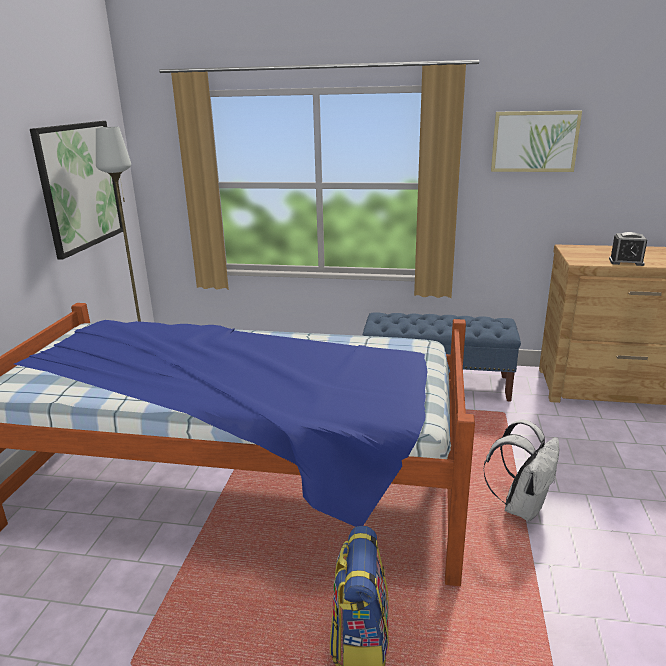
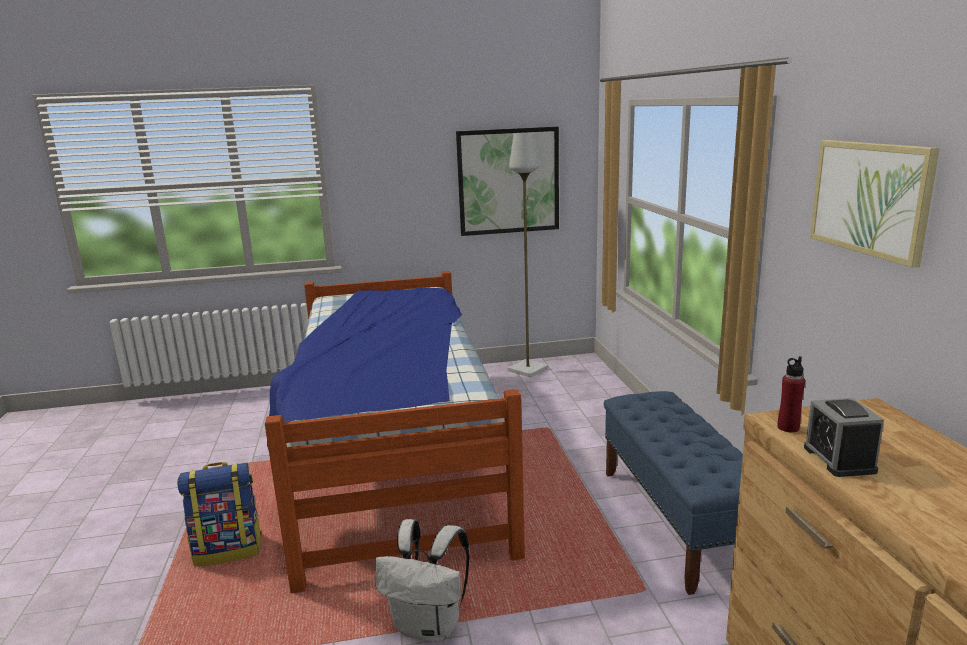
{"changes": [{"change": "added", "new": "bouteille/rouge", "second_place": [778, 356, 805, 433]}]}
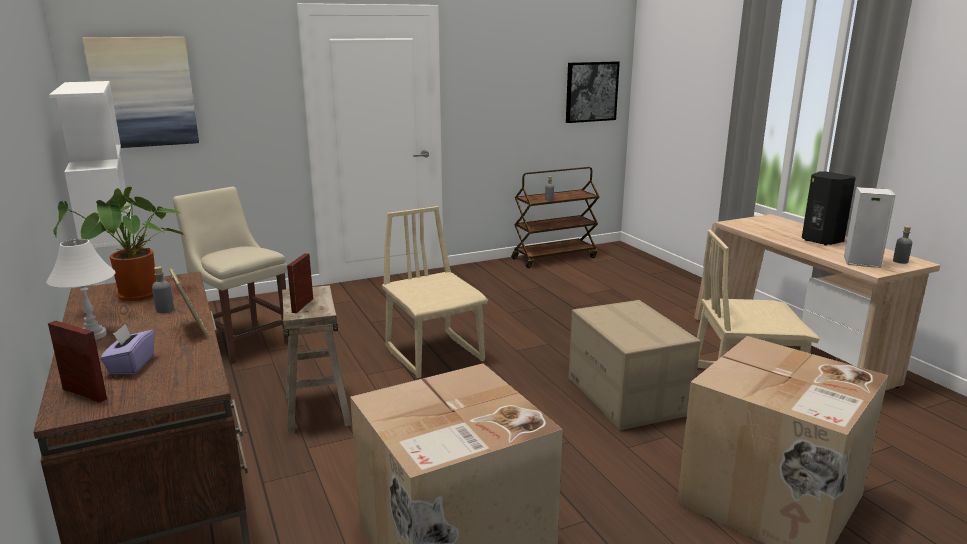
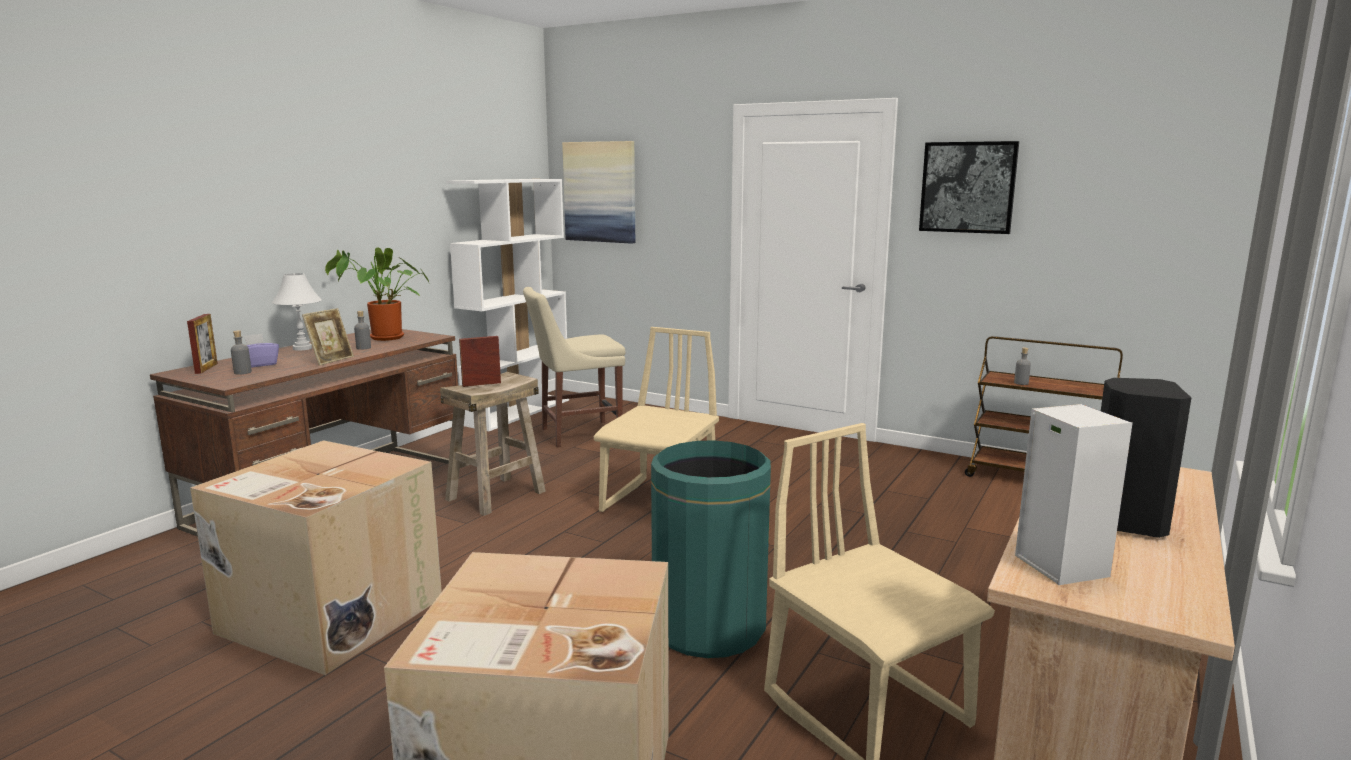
{"changes": [{"change": "turned", "old": "chaise/beige", "first_place": [173, 187, 288, 364], "second_place": [523, 287, 625, 447], "degrees": -120}, {"change": "moved", "old": "tableau", "first_place": [566, 61, 620, 123], "second_place": [919, 141, 1019, 234]}, {"change": "replaced", "old": "carton", "new": "poubelle/vert", "first_place": [569, 300, 701, 430], "second_place": [651, 440, 771, 658]}, {"change": "moved", "old": "bouteille/gris", "first_place": [893, 226, 912, 264], "second_place": [231, 330, 252, 375]}]}
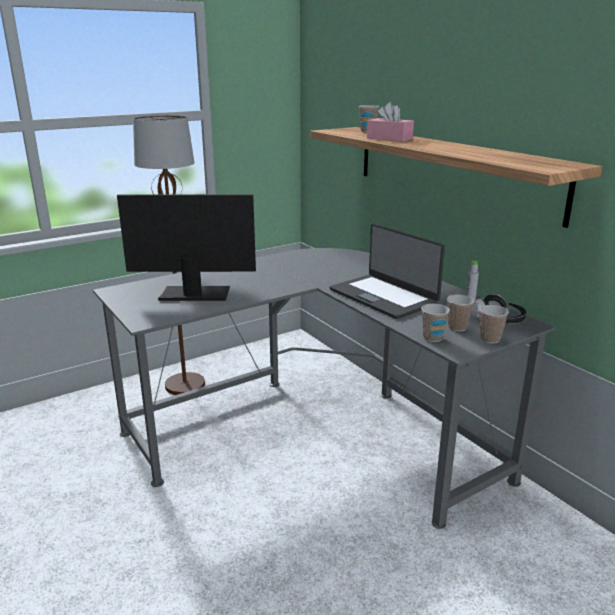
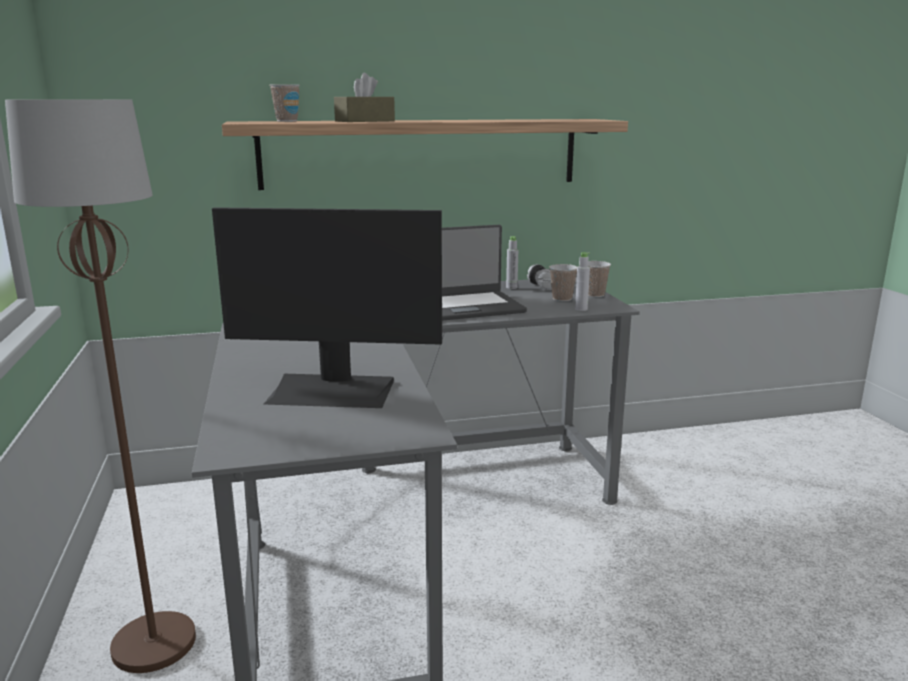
{"changes": [{"change": "turned", "old": "écran d'ordinateur", "first_place": [117, 194, 256, 301], "second_place": [212, 207, 442, 408], "degrees": -105}, {"change": "recoloured", "old": "boîte à mouchoirs/rose", "new": "boîte à mouchoirs/marron", "first_place": [367, 102, 414, 142], "second_place": [334, 73, 395, 122]}, {"change": "replaced", "old": "tasse", "new": "bouteille/gris", "first_place": [421, 304, 450, 342], "second_place": [575, 252, 590, 311]}]}
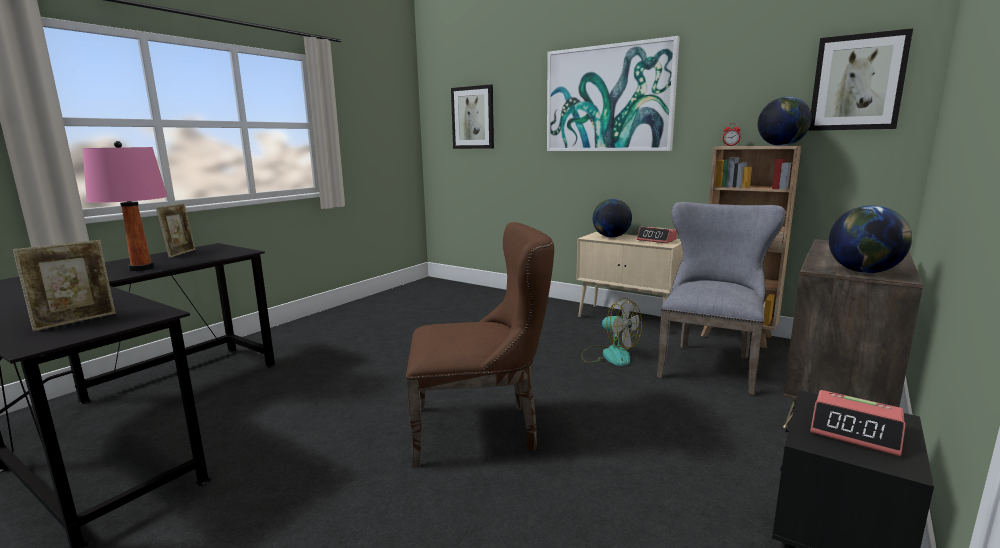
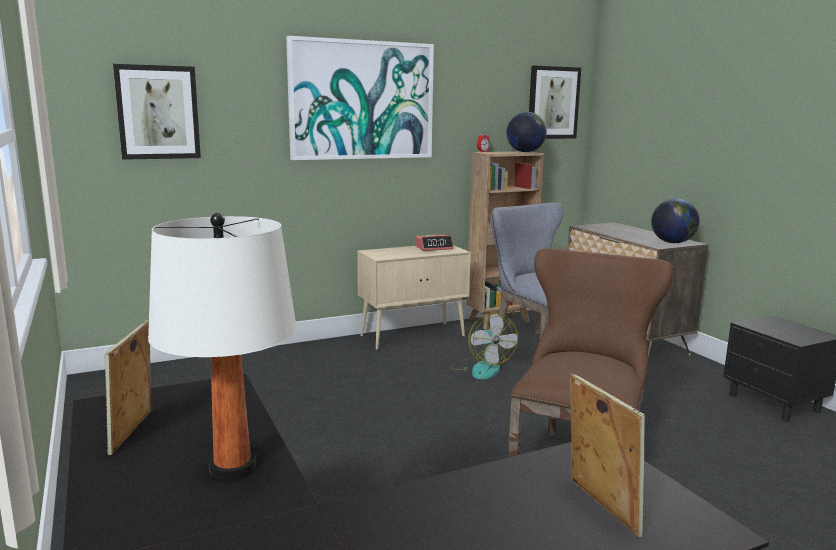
{"changes": [{"change": "recoloured", "old": "lampe de table/rose", "new": "lampe de table/blanc", "first_place": [82, 141, 167, 271], "second_place": [148, 213, 296, 481]}, {"change": "turned", "old": "cadre photo", "first_place": [156, 203, 195, 258], "second_place": [104, 320, 151, 455], "degrees": -120}, {"change": "turned", "old": "ventilateur", "first_place": [581, 298, 642, 366], "second_place": [451, 313, 518, 379], "degrees": 90}, {"change": "removed", "old": "globe", "first_place": [593, 199, 632, 238]}, {"change": "removed", "old": "réveil", "first_place": [810, 390, 906, 456]}]}
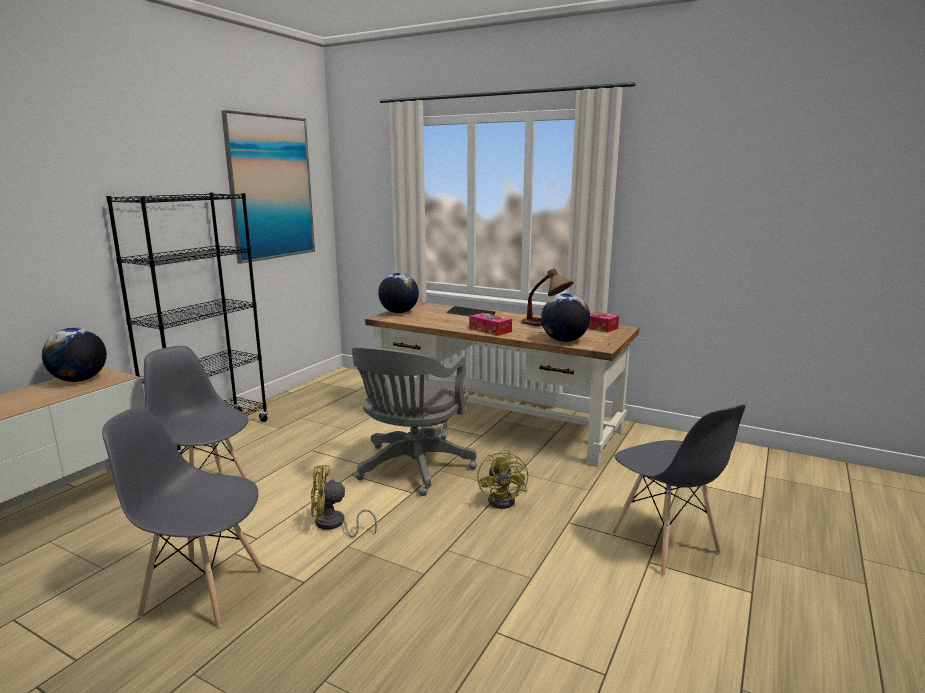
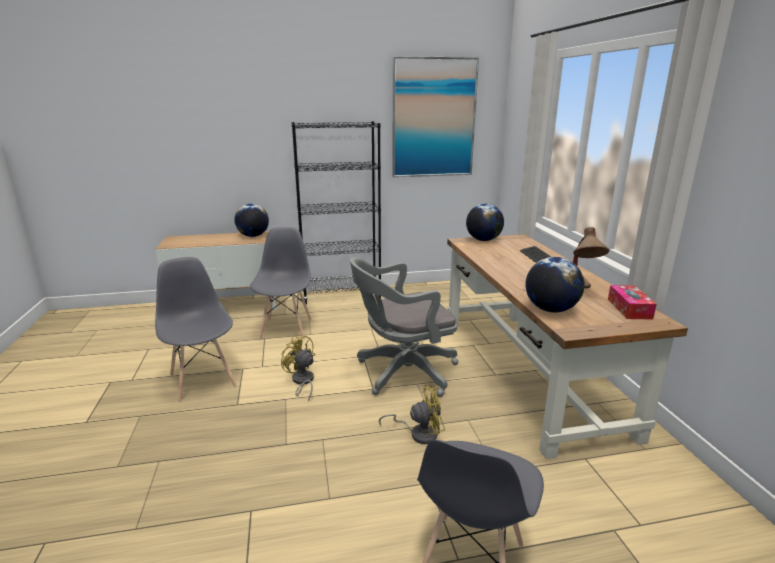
{"changes": [{"change": "removed", "old": "boîte à mouchoirs", "first_place": [469, 313, 512, 336]}, {"change": "turned", "old": "ventilateur/jaune", "first_place": [477, 449, 528, 509], "second_place": [379, 385, 445, 444], "degrees": -150}]}
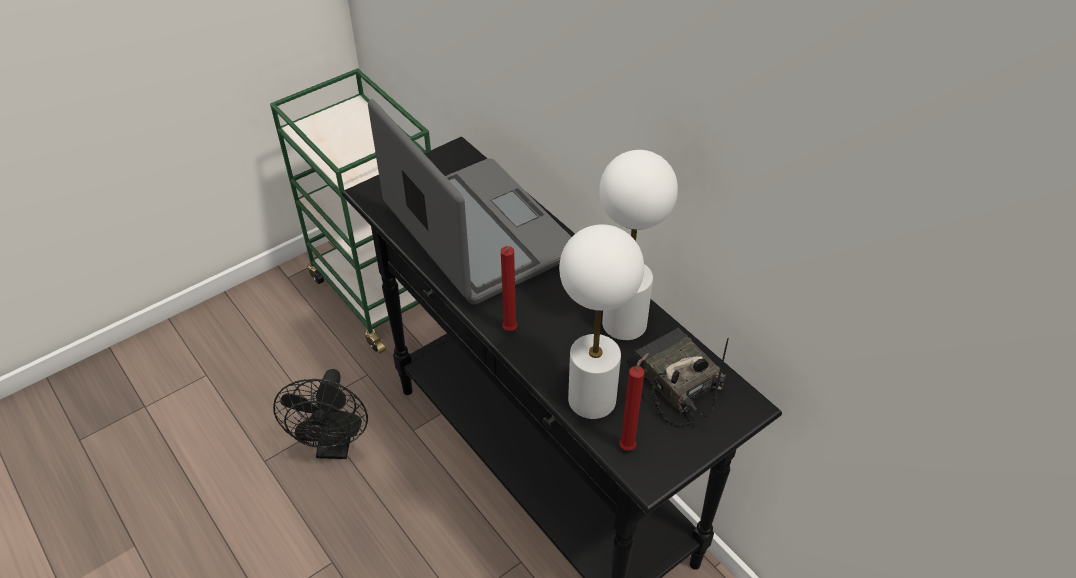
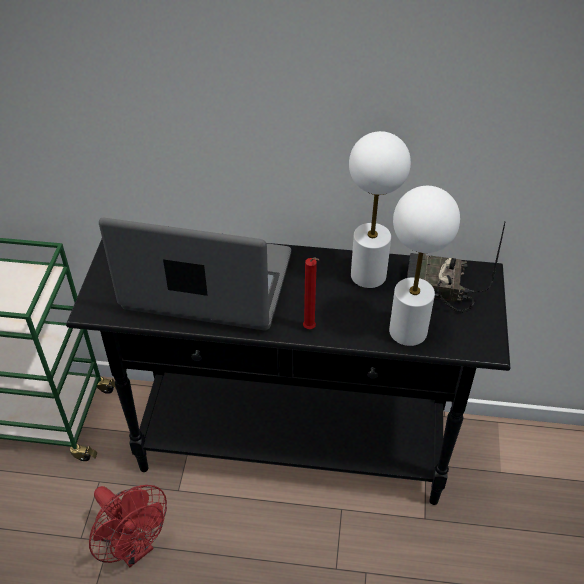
{"changes": [{"change": "recoloured", "old": "ventilateur/noir", "new": "ventilateur/rouge", "first_place": [273, 369, 368, 459], "second_place": [89, 485, 167, 567]}, {"change": "removed", "old": "bougie/rouge", "first_place": [619, 353, 649, 451]}]}
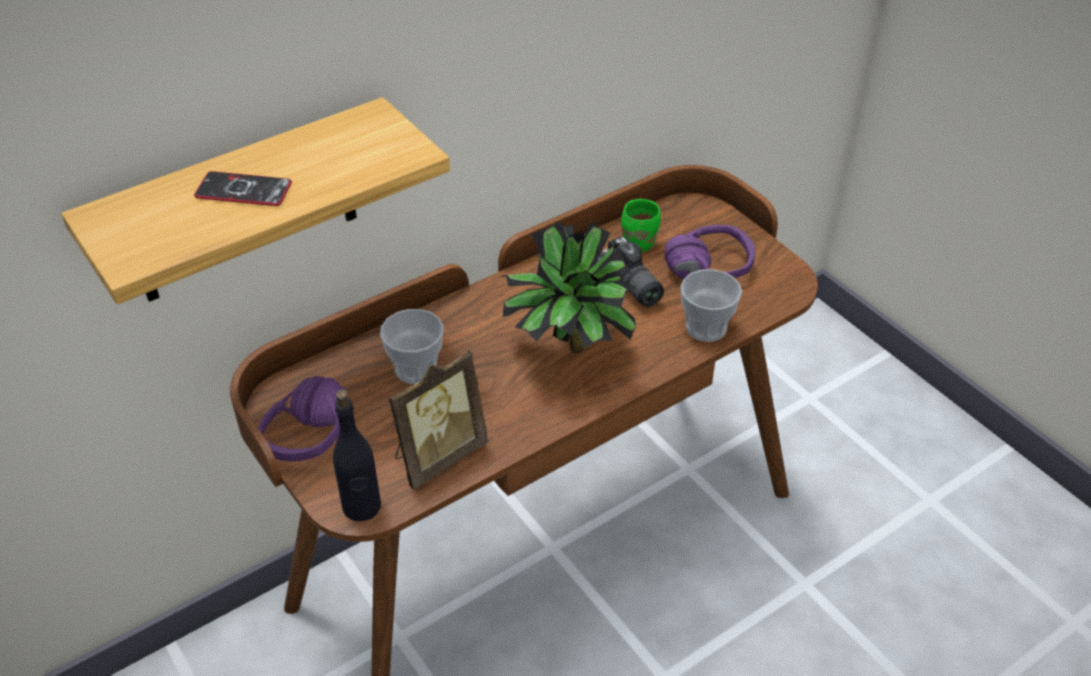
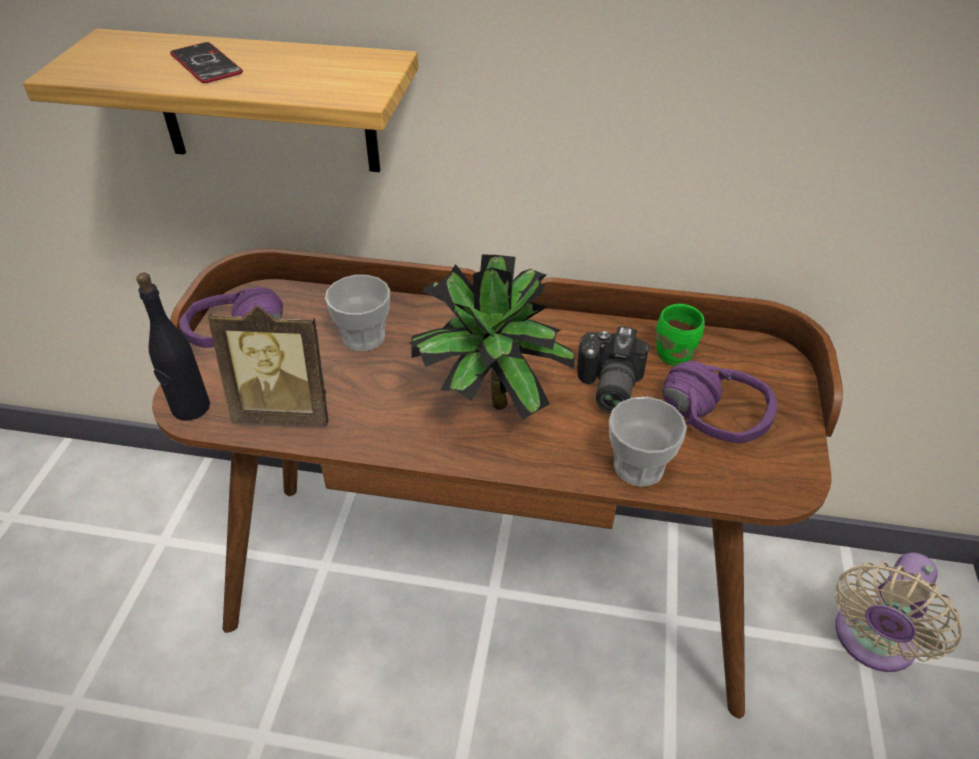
{"changes": [{"change": "added", "new": "ventilateur/beige", "second_place": [835, 553, 962, 672]}]}
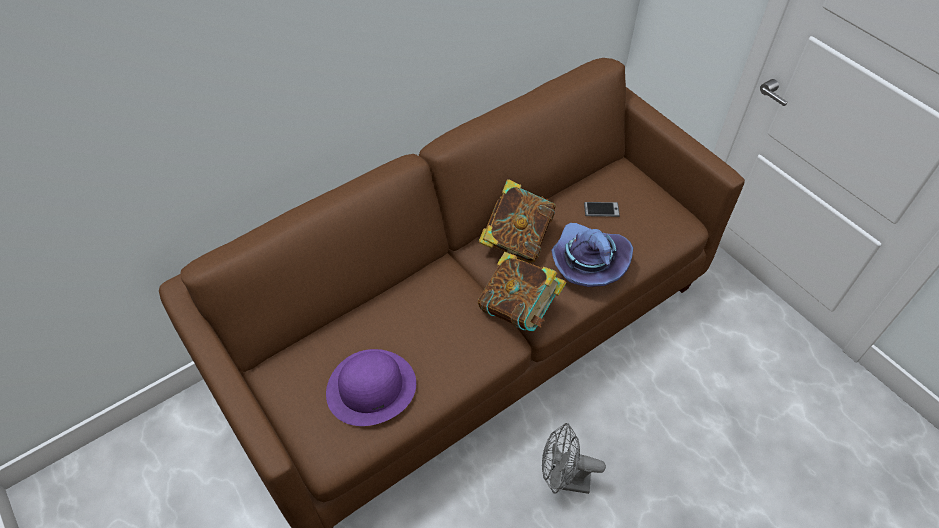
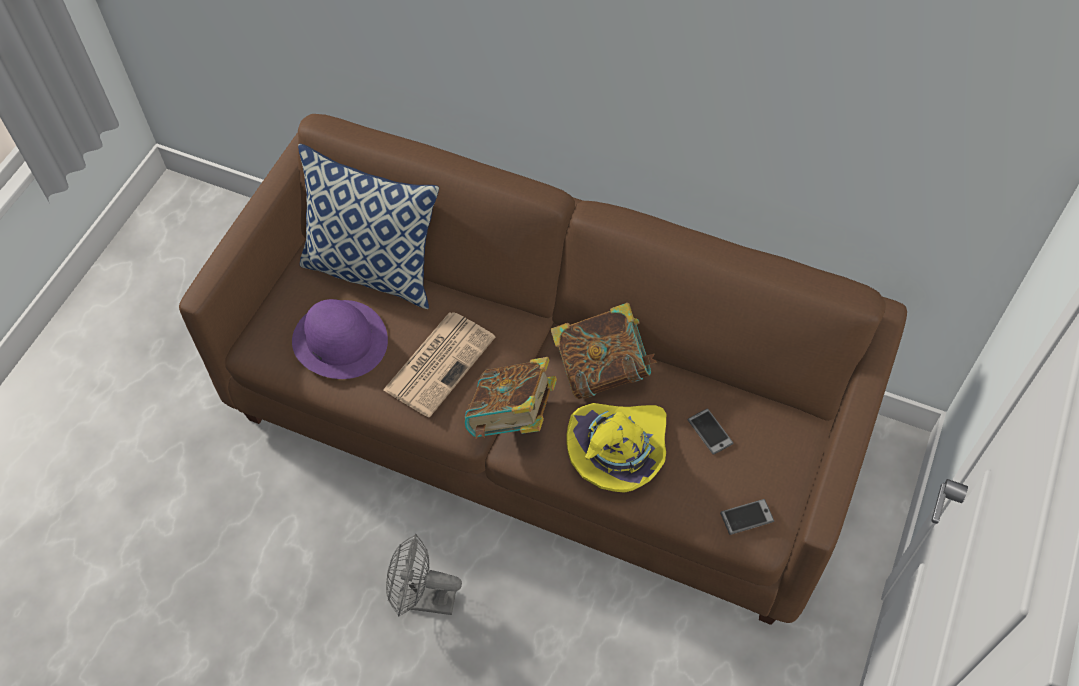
{"changes": [{"change": "turned", "old": "ventilateur/gris", "first_place": [542, 423, 606, 494], "second_place": [386, 534, 462, 616], "degrees": -60}, {"change": "recoloured", "old": "chapeau/violet", "new": "chapeau/jaune", "first_place": [551, 223, 633, 287], "second_place": [566, 403, 666, 493]}, {"change": "added", "new": "coussin", "second_place": [298, 143, 439, 309]}, {"change": "added", "new": "journal", "second_place": [383, 312, 495, 418]}, {"change": "added", "new": "téléphone", "second_place": [720, 499, 774, 535]}]}
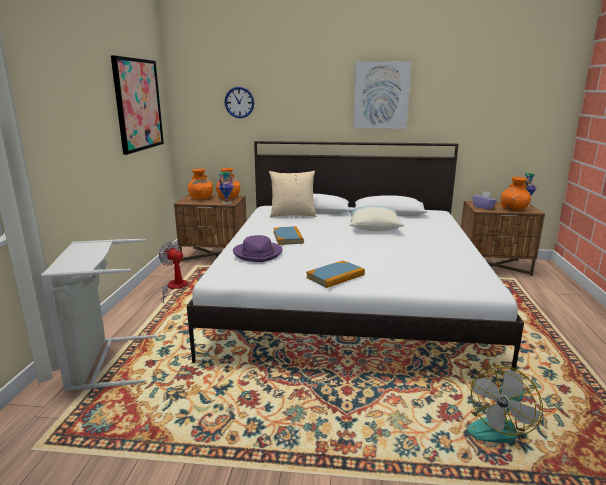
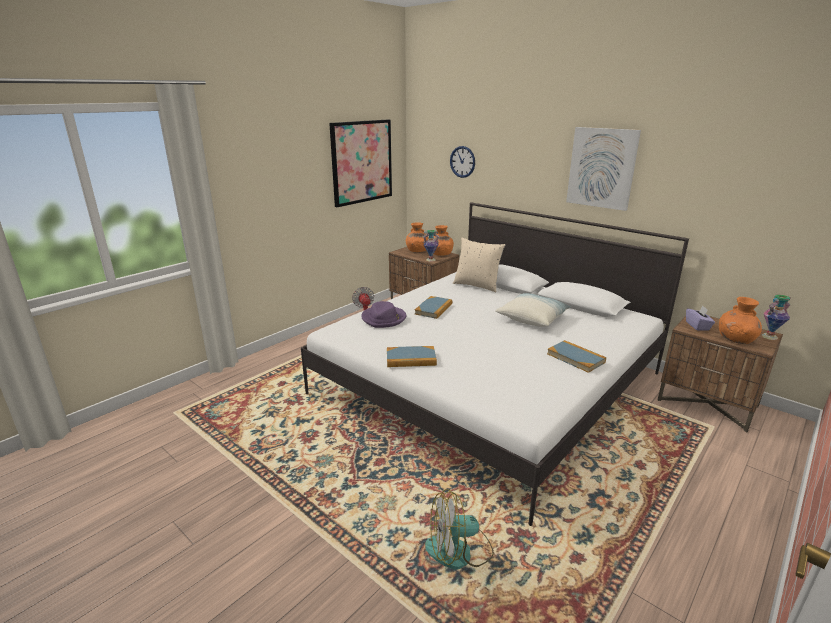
{"changes": [{"change": "removed", "old": "panier à linge/gris", "first_place": [41, 239, 157, 391]}, {"change": "added", "new": "livre", "second_place": [547, 340, 606, 373]}]}
